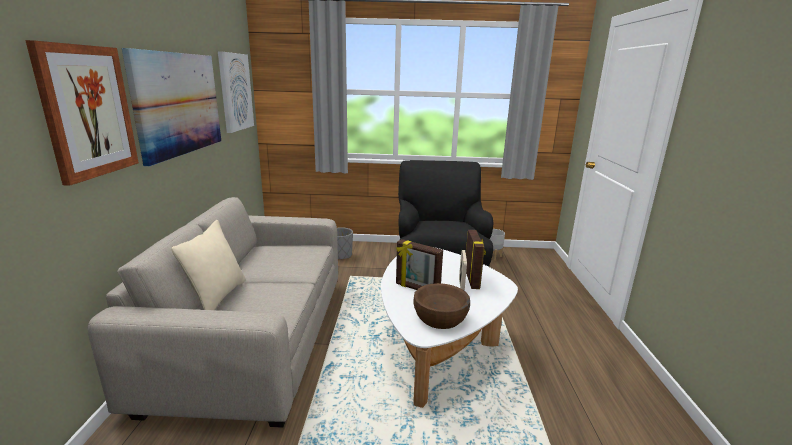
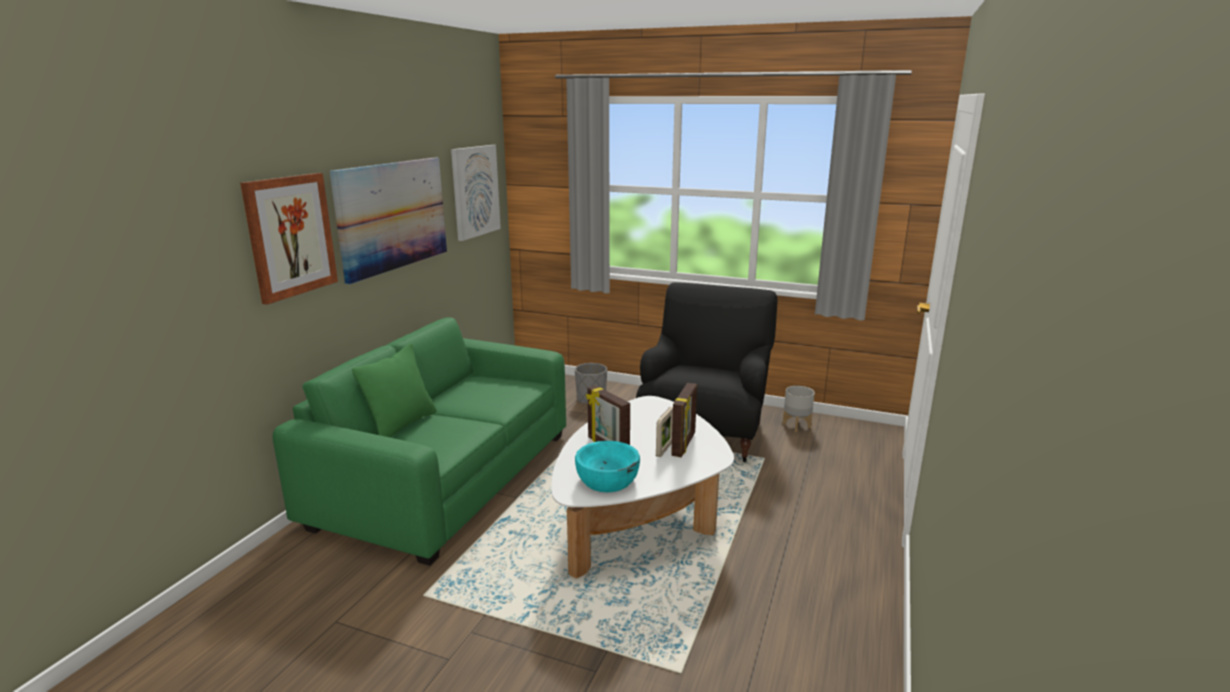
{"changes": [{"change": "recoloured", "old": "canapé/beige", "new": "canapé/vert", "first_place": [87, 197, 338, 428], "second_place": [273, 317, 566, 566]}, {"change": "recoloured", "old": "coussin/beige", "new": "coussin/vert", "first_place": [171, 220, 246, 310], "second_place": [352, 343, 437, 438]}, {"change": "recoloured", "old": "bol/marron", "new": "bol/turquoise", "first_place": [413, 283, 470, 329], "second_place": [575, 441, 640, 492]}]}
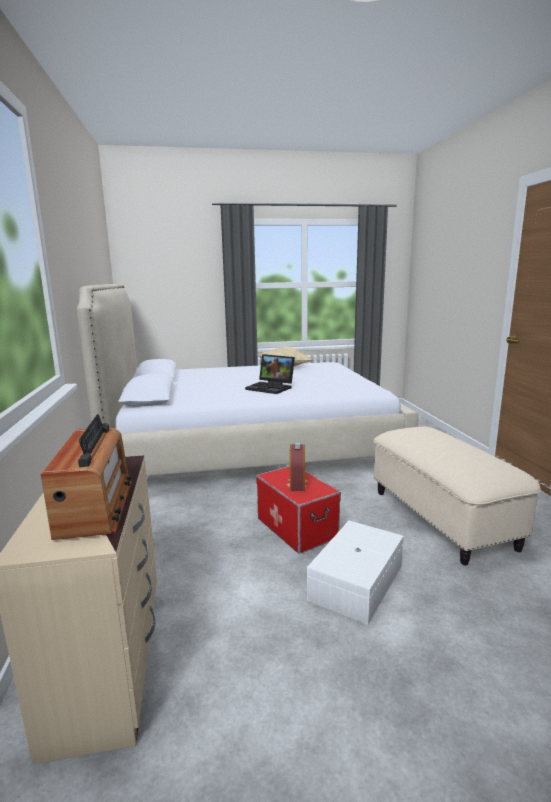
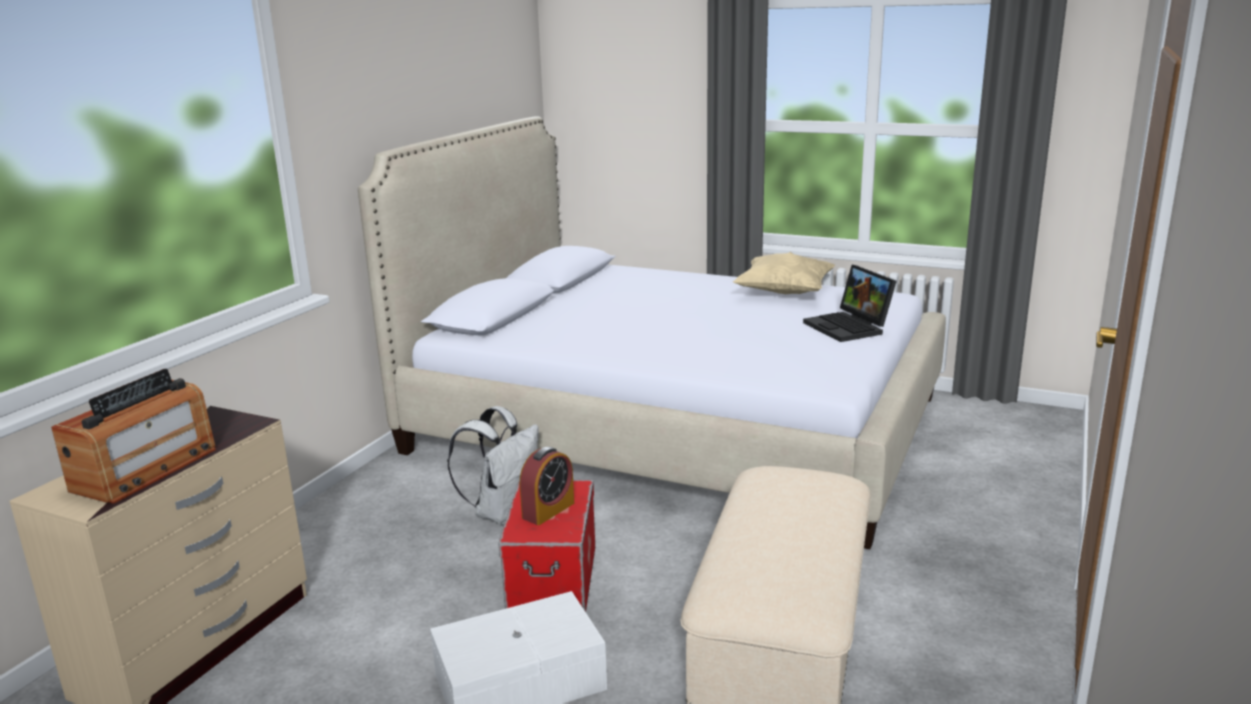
{"changes": [{"change": "moved", "old": "ordinateur portable", "first_place": [245, 354, 295, 394], "second_place": [803, 265, 897, 342]}, {"change": "added", "new": "sac à dos/blanc", "second_place": [447, 406, 539, 524]}]}
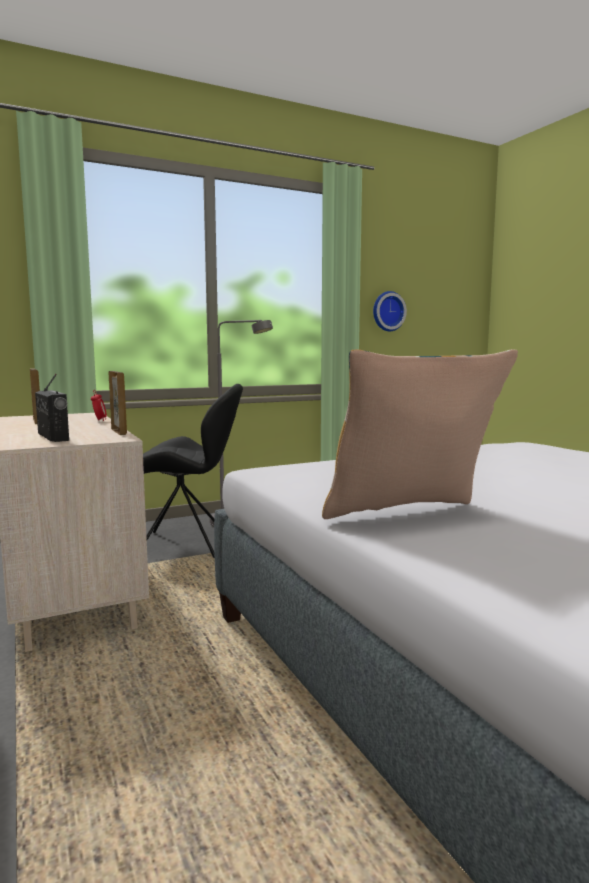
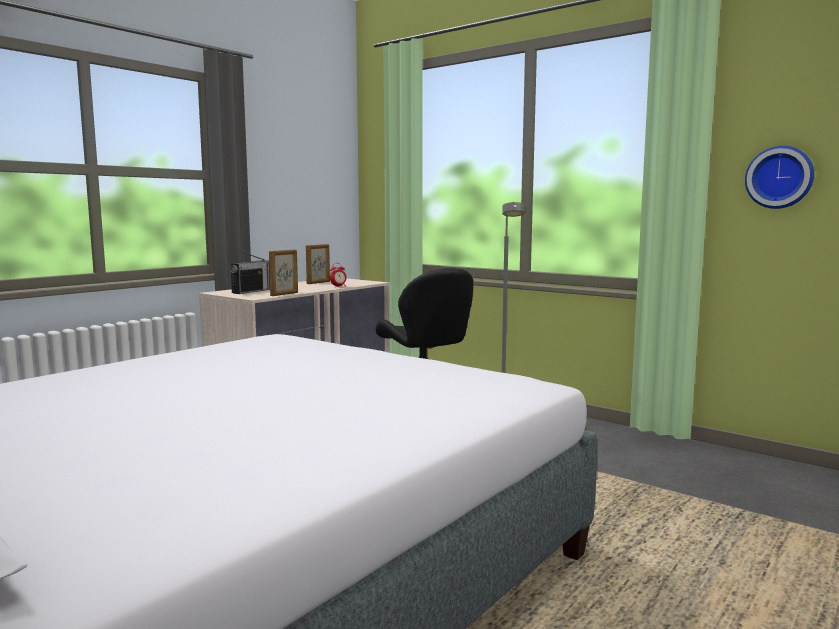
{"changes": [{"change": "removed", "old": "coussin", "first_place": [322, 349, 518, 519]}]}
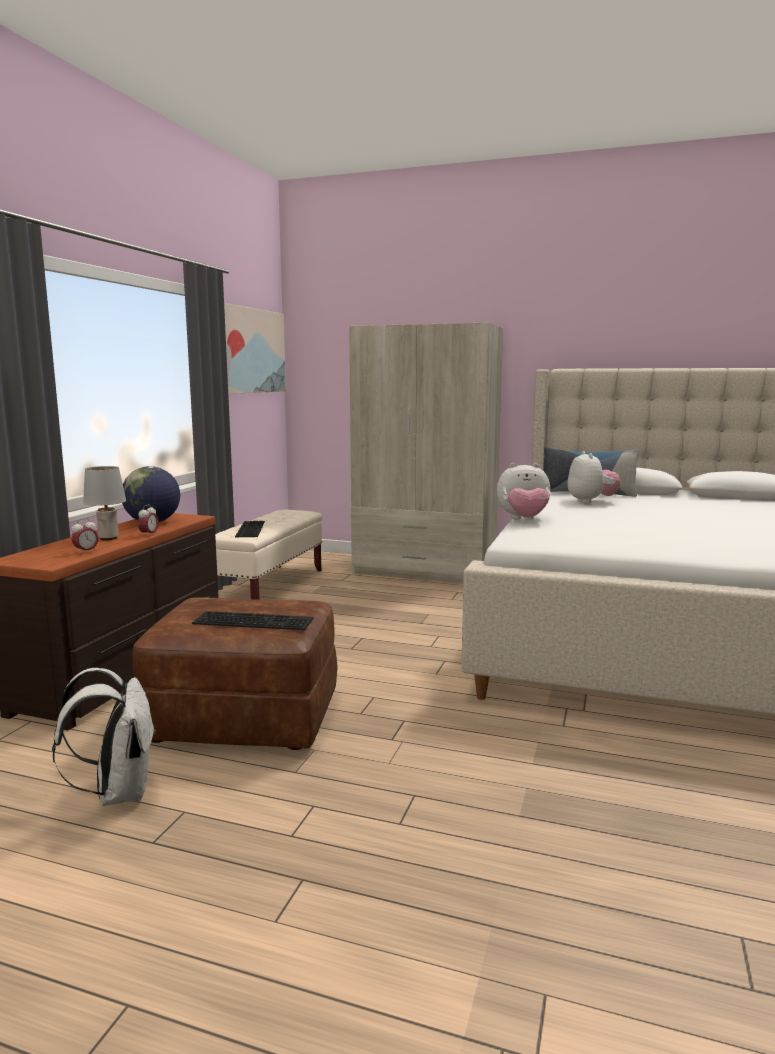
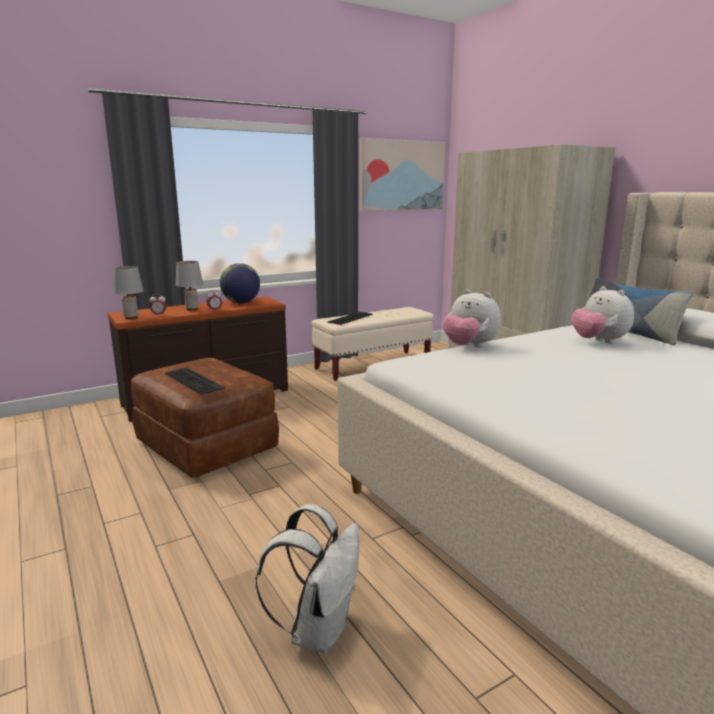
{"changes": [{"change": "moved", "old": "sac à dos/blanc", "first_place": [52, 668, 156, 806], "second_place": [255, 504, 359, 654]}, {"change": "turned", "old": "peluche", "first_place": [568, 451, 620, 504], "second_place": [571, 286, 634, 344], "degrees": 120}, {"change": "added", "new": "lampe de table/gris", "second_place": [113, 266, 144, 319]}]}
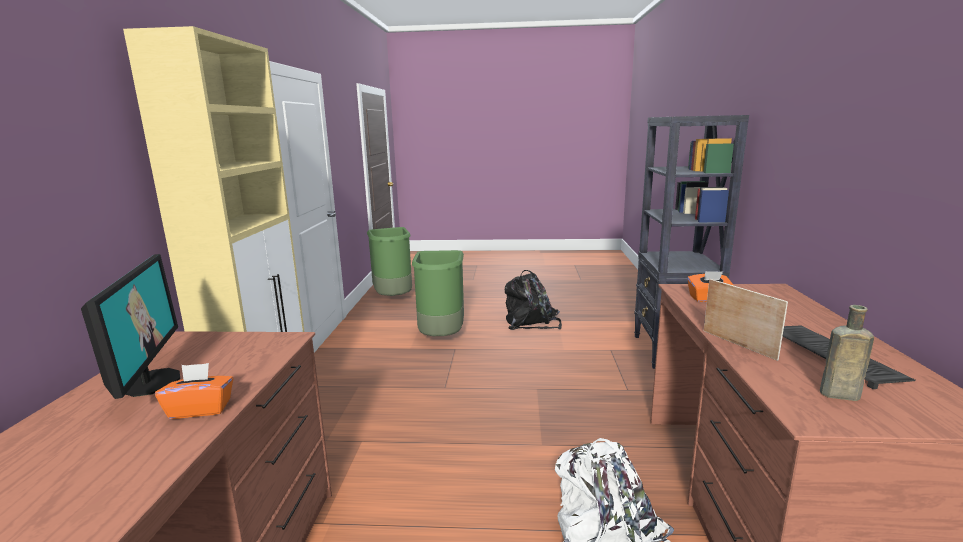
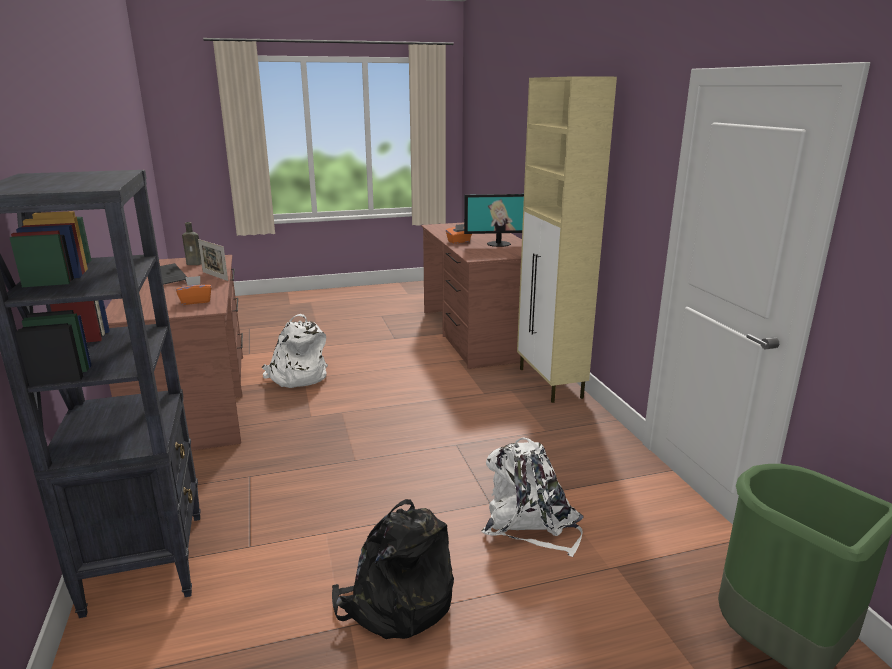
{"changes": [{"change": "turned", "old": "écran d'ordinateur", "first_place": [81, 254, 180, 399], "second_place": [464, 194, 524, 247], "degrees": -60}, {"change": "replaced", "old": "poubelle/vert", "new": "sac à dos/blanc", "first_place": [412, 250, 464, 336], "second_place": [482, 437, 584, 557]}]}
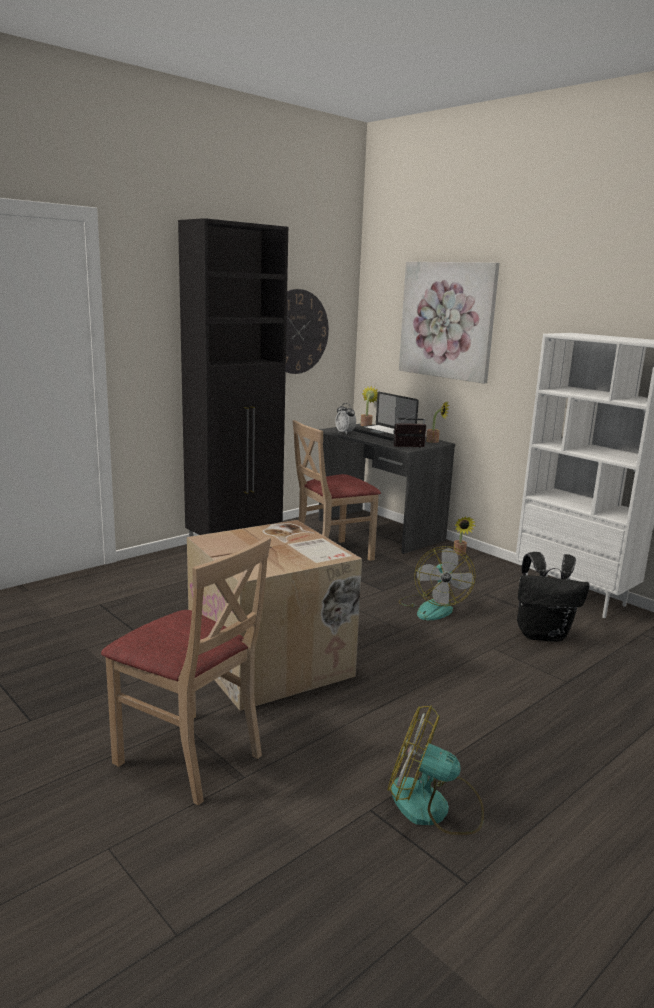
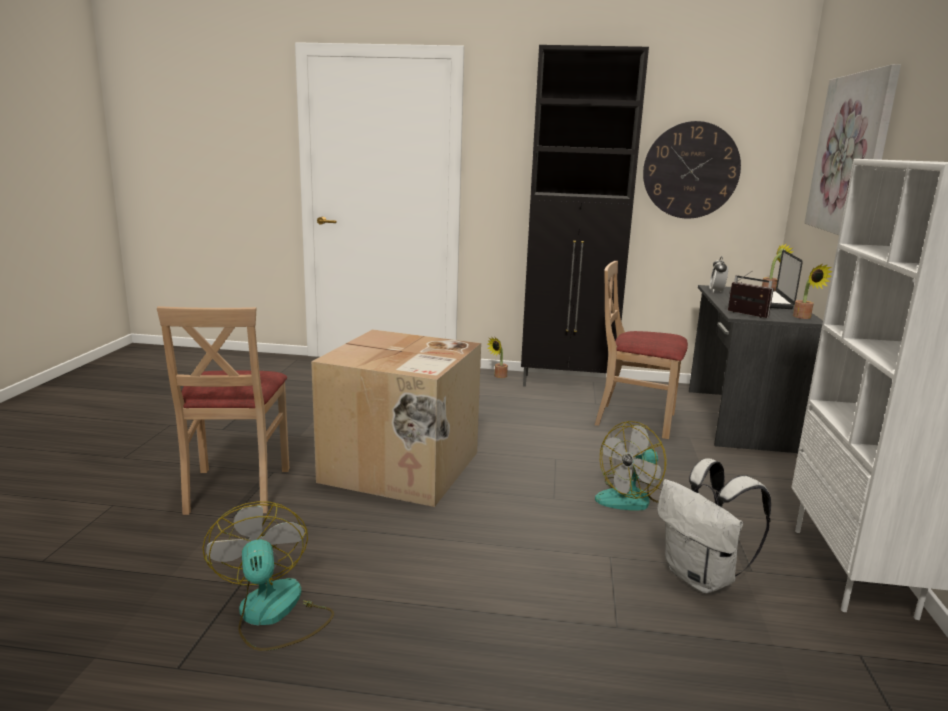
{"changes": [{"change": "moved", "old": "plante en pot", "first_place": [453, 516, 475, 555], "second_place": [487, 337, 508, 378]}, {"change": "recoloured", "old": "sac à dos/noir", "new": "sac à dos/blanc", "first_place": [517, 552, 589, 642], "second_place": [657, 458, 771, 593]}]}
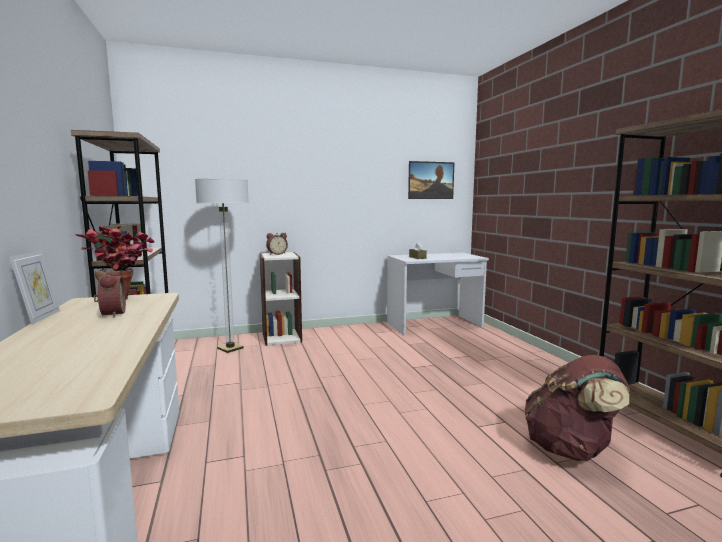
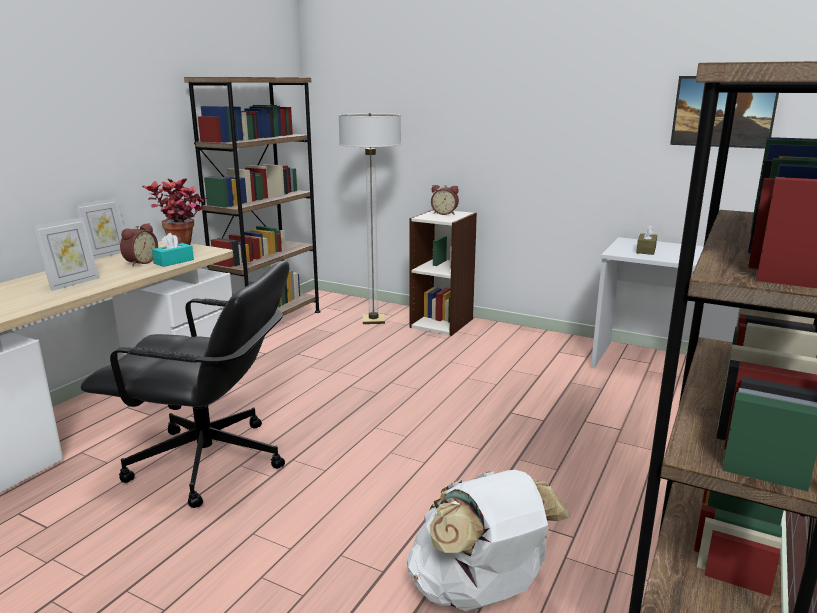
{"changes": [{"change": "recoloured", "old": "sac à dos/marron", "new": "sac à dos/blanc", "first_place": [525, 355, 630, 461], "second_place": [407, 470, 570, 611]}, {"change": "added", "new": "cadre photo", "second_place": [33, 217, 99, 291]}, {"change": "added", "new": "chaise de bureau/noir", "second_place": [80, 261, 289, 508]}, {"change": "added", "new": "boîte à mouchoirs/turquoise", "second_place": [152, 233, 194, 267]}]}
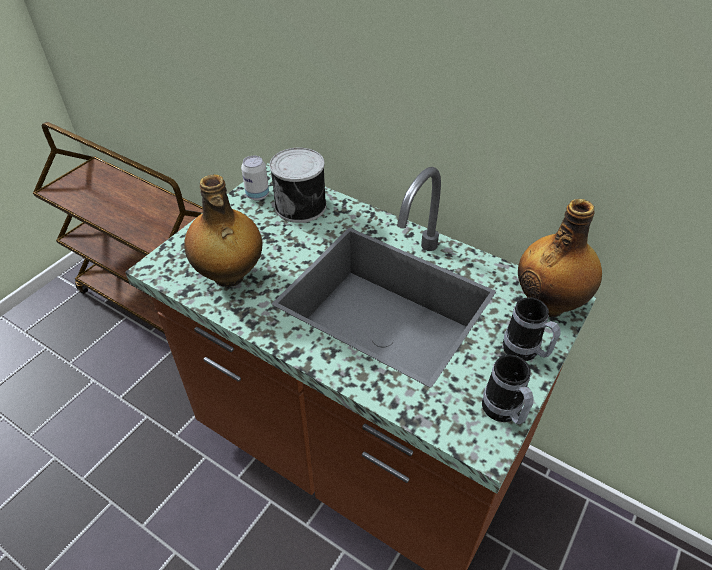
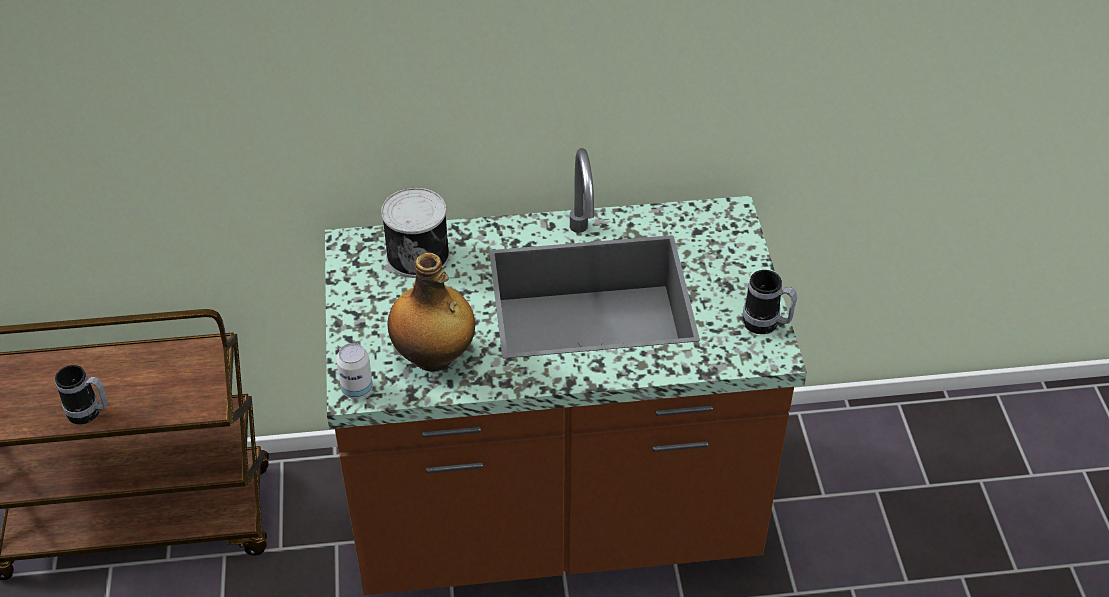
{"changes": [{"change": "moved", "old": "boîte métallique", "first_place": [241, 156, 269, 200], "second_place": [336, 343, 373, 399]}, {"change": "moved", "old": "mug", "first_place": [503, 297, 561, 361], "second_place": [55, 365, 108, 424]}, {"change": "removed", "old": "bouteille", "first_place": [518, 199, 602, 317]}]}
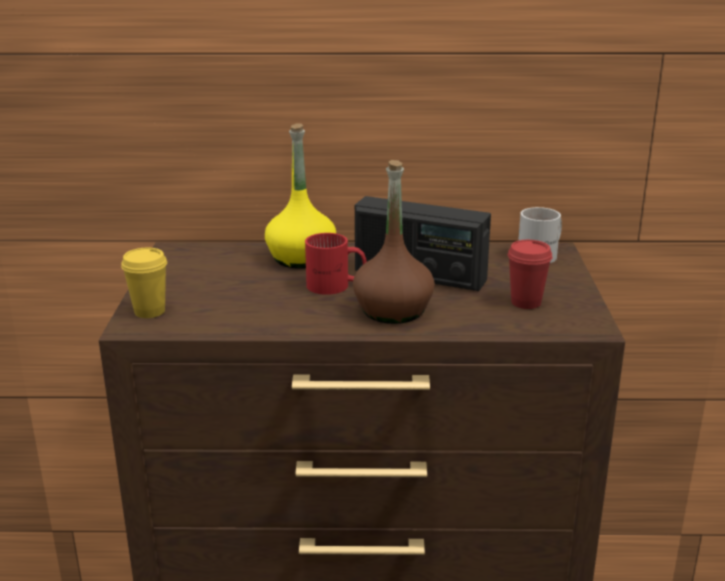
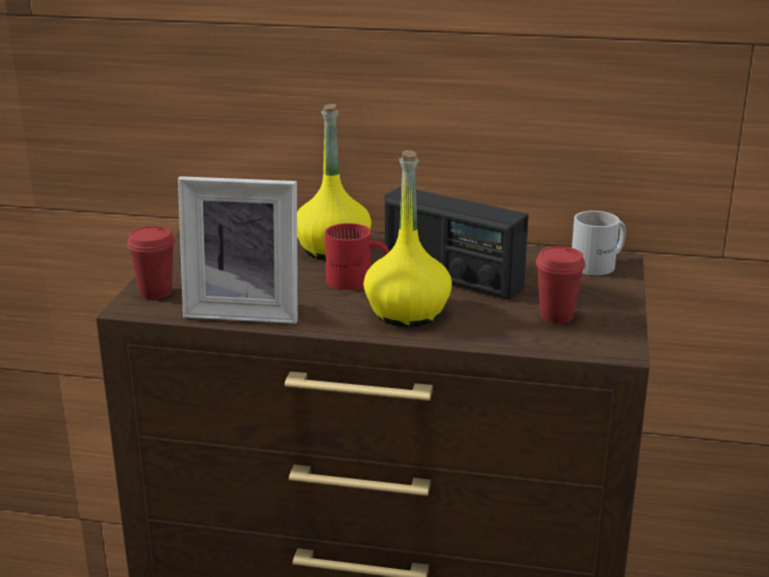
{"changes": [{"change": "recoloured", "old": "tasse/jaune", "new": "tasse/rouge", "first_place": [121, 248, 167, 318], "second_place": [127, 226, 175, 300]}, {"change": "recoloured", "old": "bouteille/marron", "new": "bouteille/jaune", "first_place": [353, 160, 435, 324], "second_place": [363, 150, 452, 327]}, {"change": "added", "new": "cadre photo", "second_place": [178, 176, 298, 324]}]}
